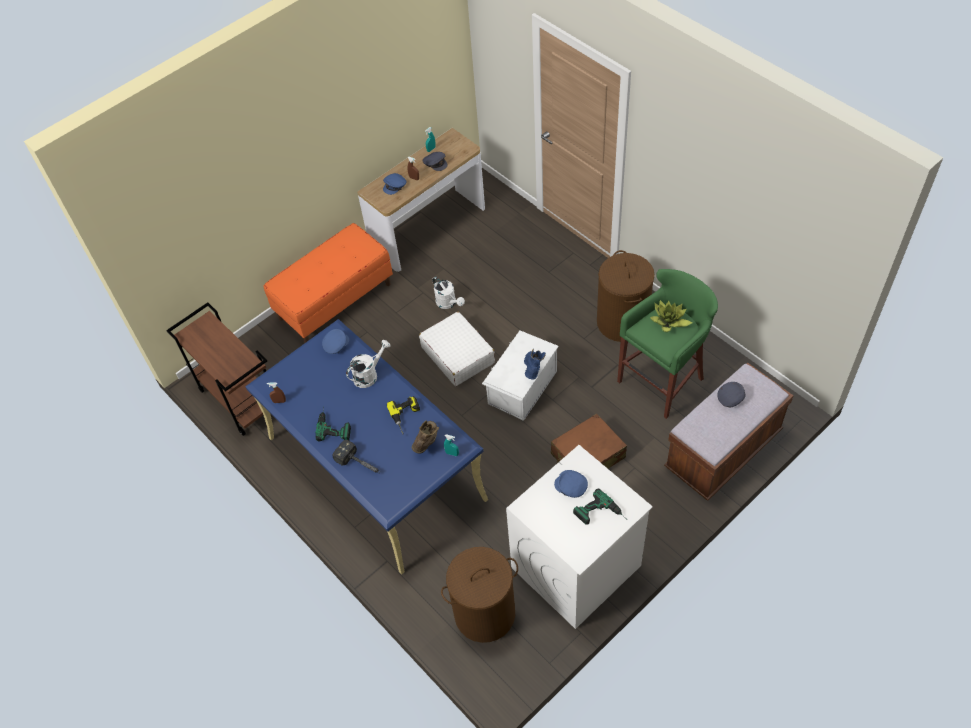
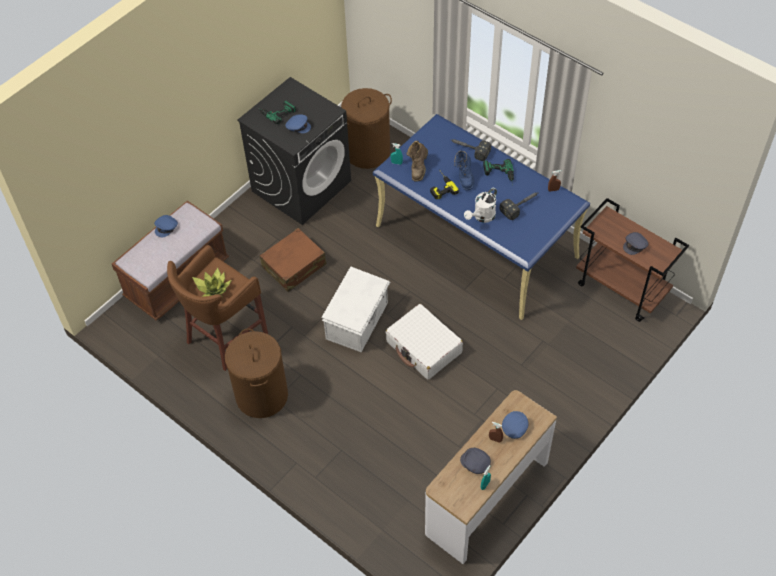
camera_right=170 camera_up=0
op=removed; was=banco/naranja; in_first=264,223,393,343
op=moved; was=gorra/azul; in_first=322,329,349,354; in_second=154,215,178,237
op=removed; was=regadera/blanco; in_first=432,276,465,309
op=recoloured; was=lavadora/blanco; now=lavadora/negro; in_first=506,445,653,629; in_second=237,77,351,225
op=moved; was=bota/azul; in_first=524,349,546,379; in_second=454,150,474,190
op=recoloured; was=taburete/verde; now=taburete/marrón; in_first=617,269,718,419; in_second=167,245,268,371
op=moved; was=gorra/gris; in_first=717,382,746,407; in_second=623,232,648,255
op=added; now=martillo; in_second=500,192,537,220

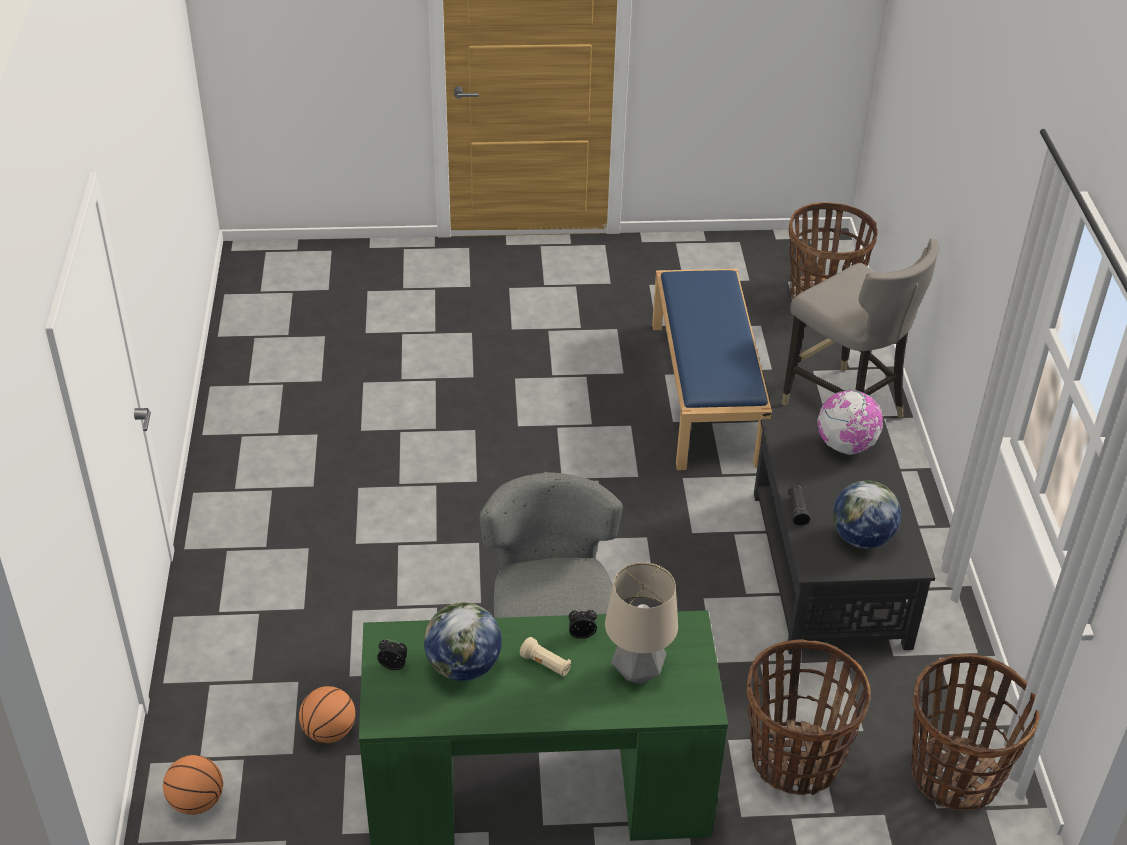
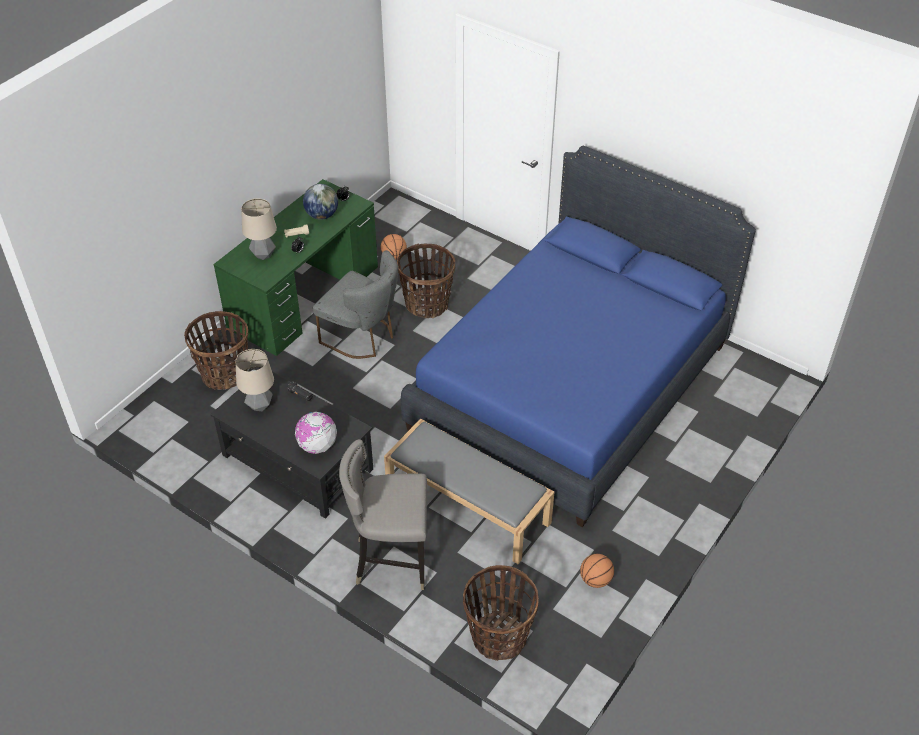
camera_right=130 camera_up=5
op=moved; was=balón de baloncesto; in_first=163,755,223,815; in_second=580,554,614,588
op=recoloured; was=banco/azul; now=banco/gris; in_first=652,269,772,470; in_second=384,419,555,564
op=replaced; was=globo terráqueo; now=lámpara de mesa; in_first=832,480,901,549; in_second=235,349,274,411
op=moved; was=cesta; in_first=911,654,1039,811; in_second=397,244,455,318
op=added; now=cama/azul; in_second=401,146,756,527

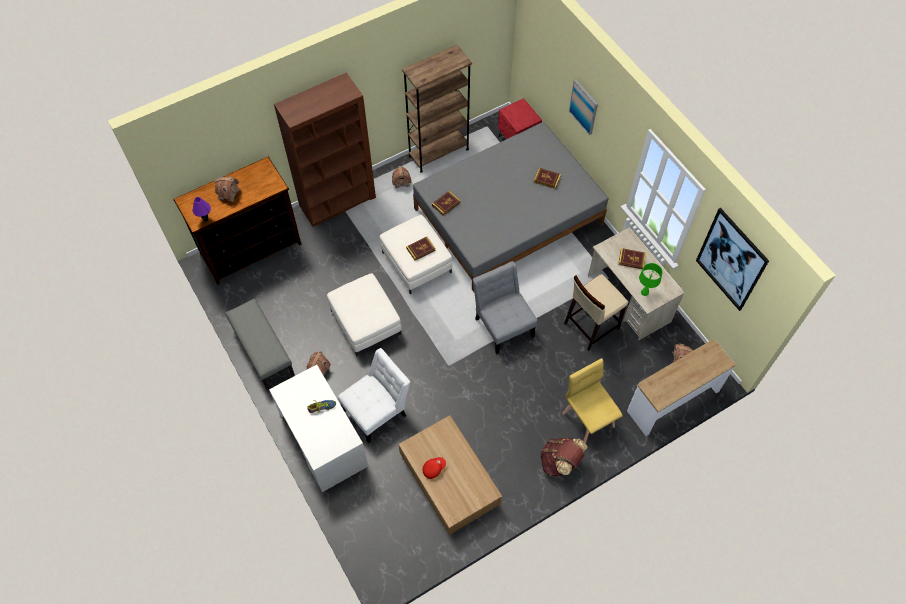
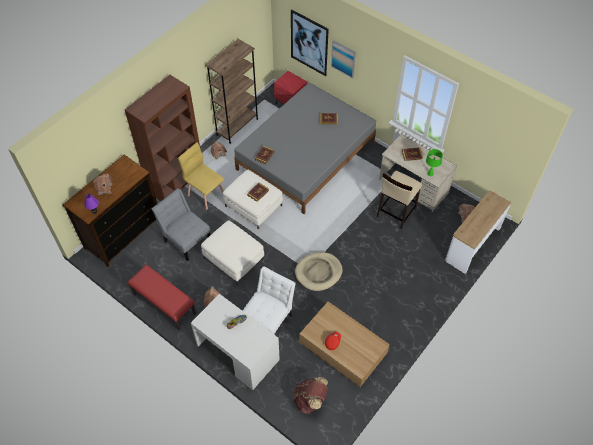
camera_right=-20 camera_up=-5
op=recoloured; was=banco/gris; now=banco/rojo; in_first=225,298,295,390; in_second=127,265,196,331
op=moved; was=silla/gris; in_first=473,261,537,354; in_second=152,188,210,262
op=moved; was=mochila/marrón; in_first=540,437,588,477; in_second=293,377,328,414
op=moved; was=silla/amarillo; in_first=562,358,623,443; in_second=178,142,224,209
op=moved; was=cuadro; in_first=696,208,769,311; in_second=291,10,329,76
op=added; now=cama para perro/beis; in_second=295,252,343,291

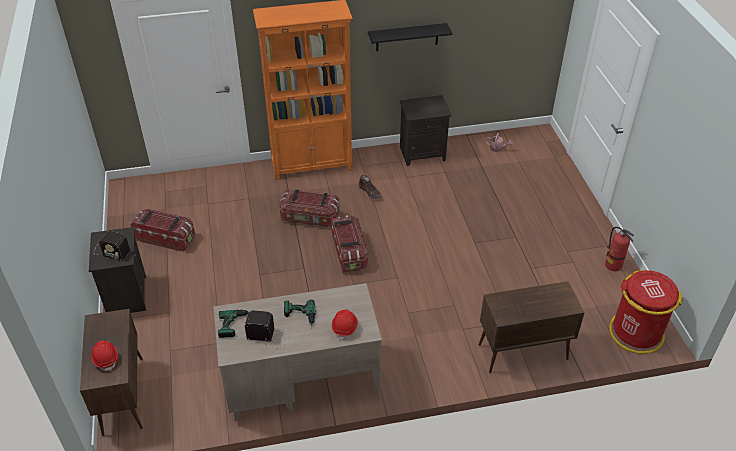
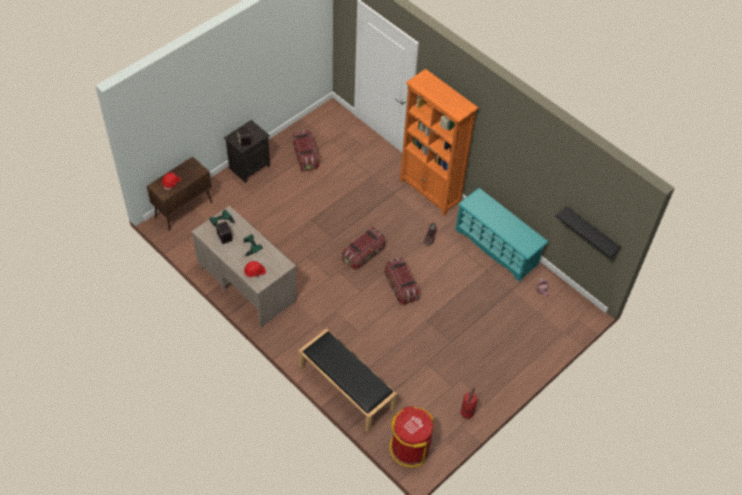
camera_right=55 camera_up=10
op=moved; was=caja de almacenaje; in_first=279,189,340,227; in_second=384,257,420,305
op=moved; was=estante/negro; in_first=368,23,453,51; in_second=556,206,621,258
op=replaced; was=mesita de noche/negro; now=zapatero/turquesa; in_first=400,95,452,166; in_second=455,188,548,282
op=replaced; was=armario/marrón; now=banco/negro; in_first=479,281,584,373; in_second=299,329,397,432

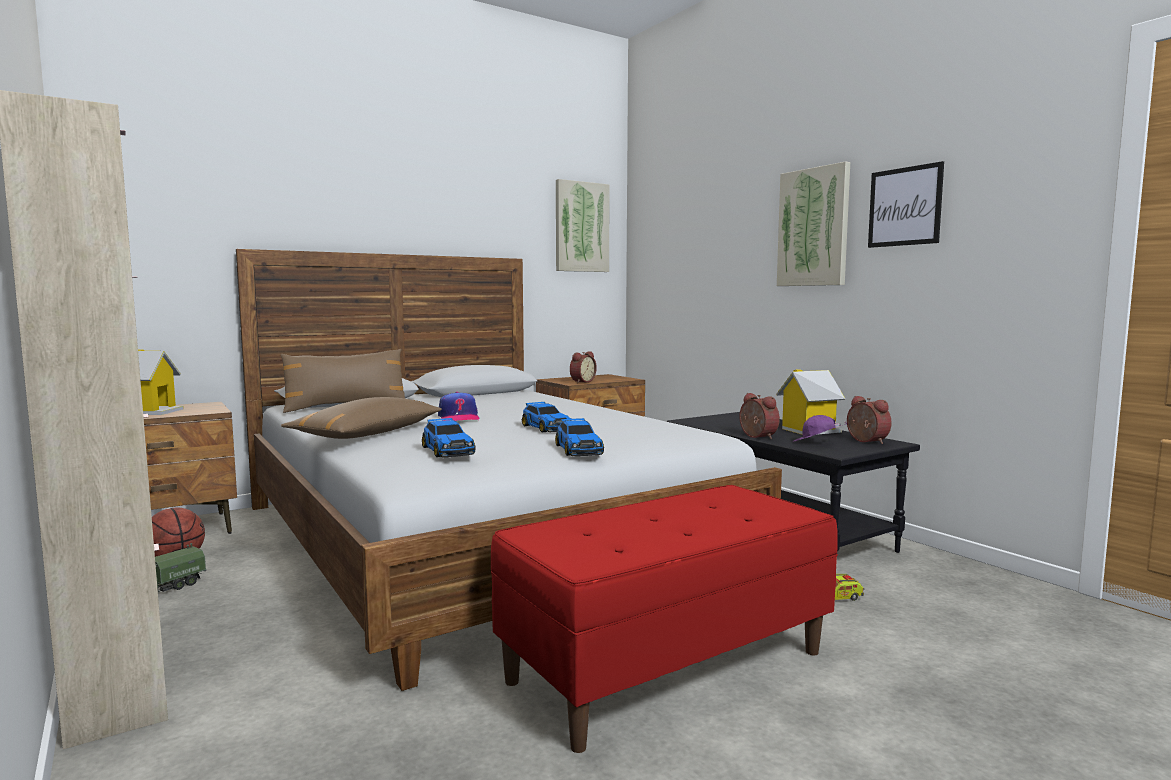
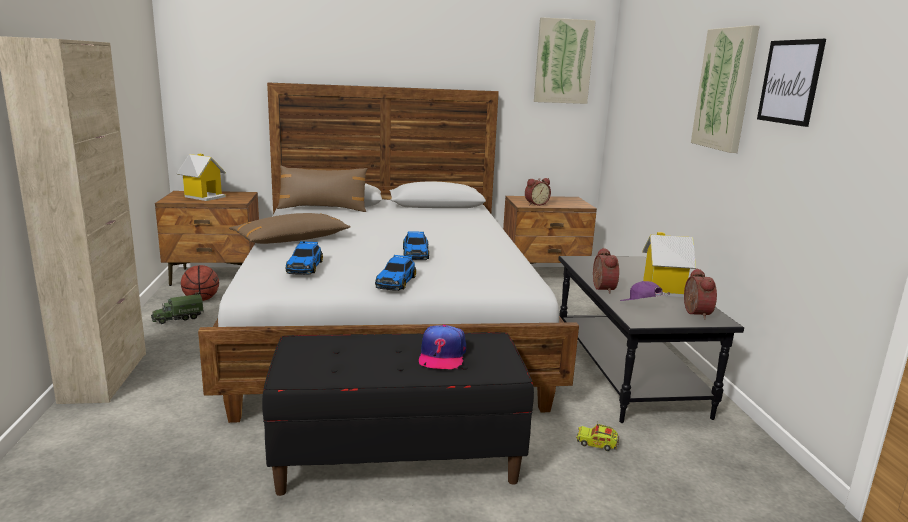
camera_right=25 camera_up=10
op=moved; was=gorra; in_first=438,392,480,421; in_second=419,325,466,369
op=recoloured; was=banco/rojo; now=banco/negro; in_first=491,485,838,753; in_second=262,332,534,496

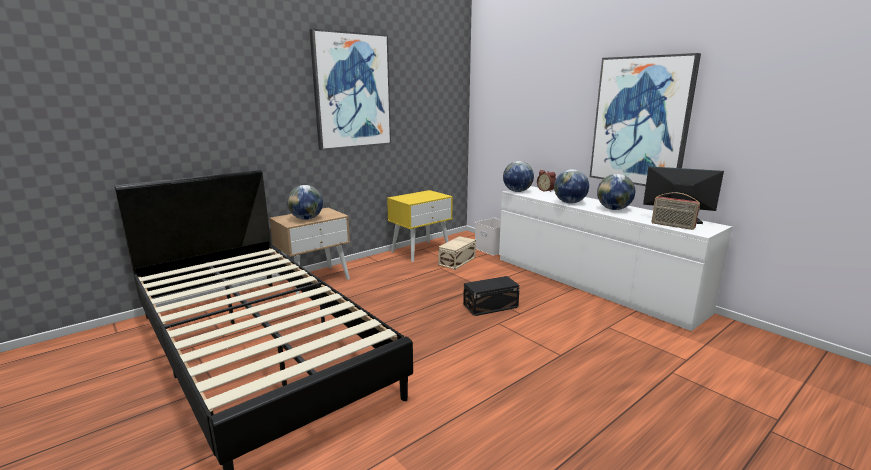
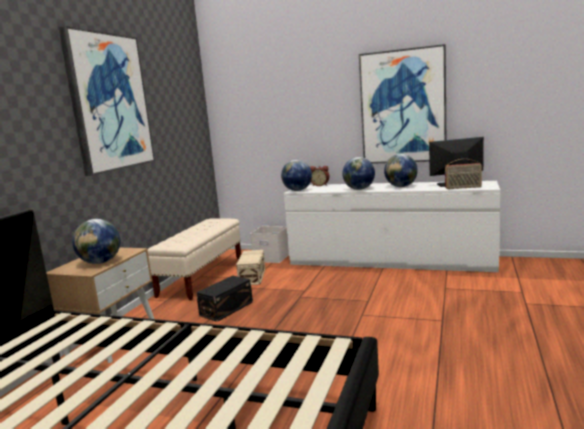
camera_right=-30 camera_up=-5
op=replaced; was=mesita de noche/amarillo; now=banco/beis; in_first=387,190,453,262; in_second=148,218,241,301
op=moved; was=caja de almacenaje/negro; in_first=463,276,520,316; in_second=196,276,253,322

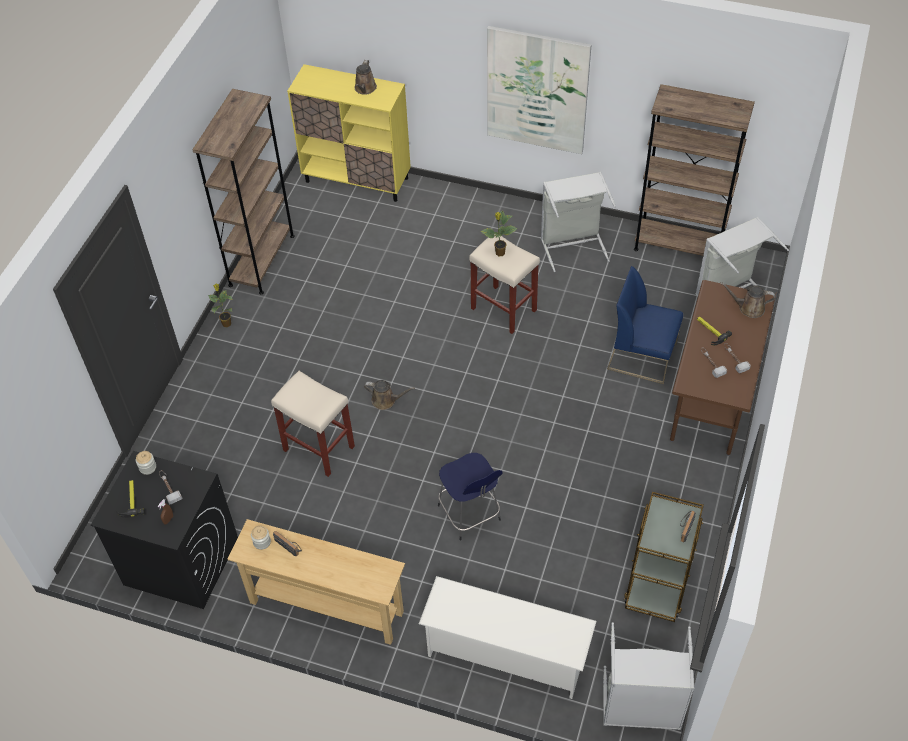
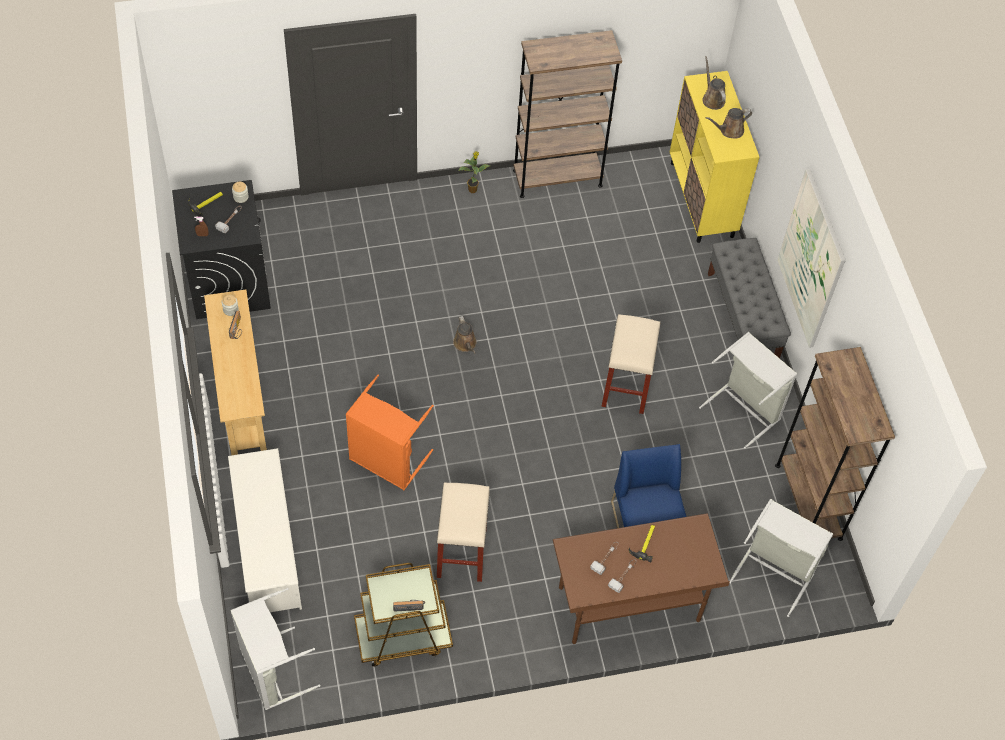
camera_right=55 camera_up=5
op=moved; was=taburete/beis; in_first=271,371,355,477; in_second=437,482,490,582
op=replaced; was=taburete/azul; now=cesto de la ropa/naranja; in_first=438,453,502,540; in_second=346,375,434,490
op=removed; was=planta en maceta; in_first=480,211,518,256
op=moved; was=regadera/marrón; in_first=720,282,775,318; in_second=703,56,726,110
op=added; now=banco/gris; in_second=708,238,791,358

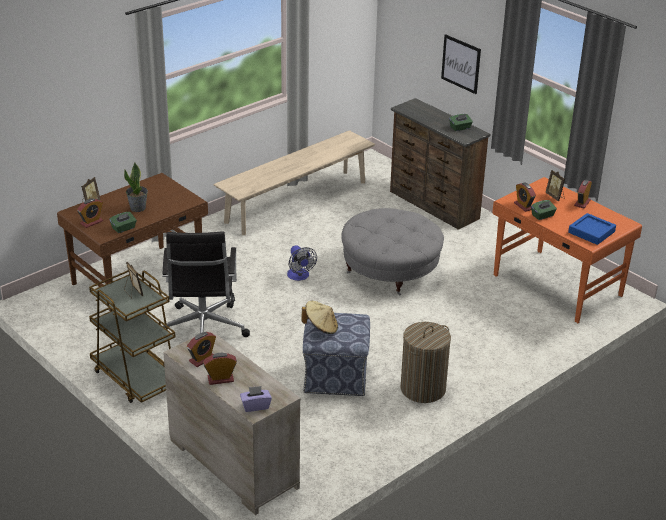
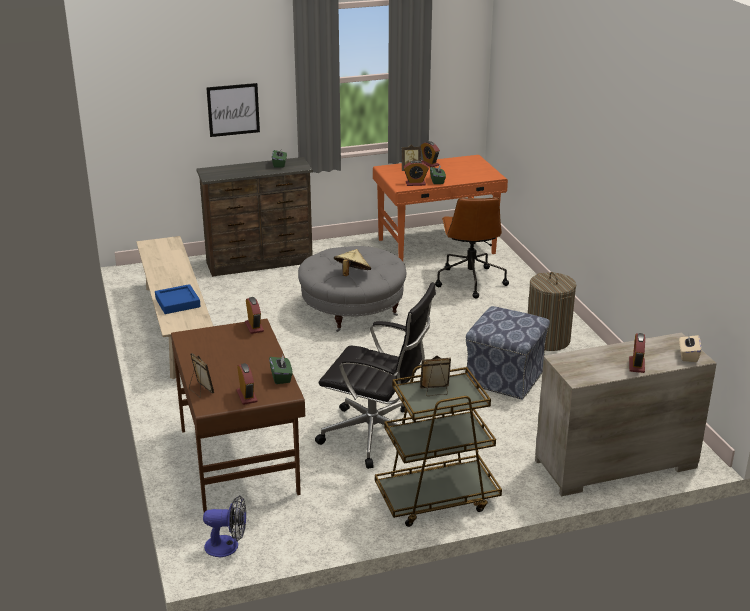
camera_right=-65 camera_up=-5
op=removed; was=planta en maceta; in_first=124,162,148,212
op=moved; was=despertador; in_first=187,332,216,367; in_second=245,297,264,334
op=recoloured; was=caja de pañuelos/morado; now=caja de pañuelos/beis; in_first=240,386,272,412; in_second=679,333,701,362
op=moved; was=ventilador; in_first=287,245,317,281; in_second=203,495,246,557
op=moved; was=sombrero/beis; in_first=301,301,338,334; in_second=334,249,371,276
op=moved; was=bandeja/azul; in_first=568,213,616,245; in_second=155,284,201,314
op=added; now=silla de oficina/marrón; in_second=435,197,509,299

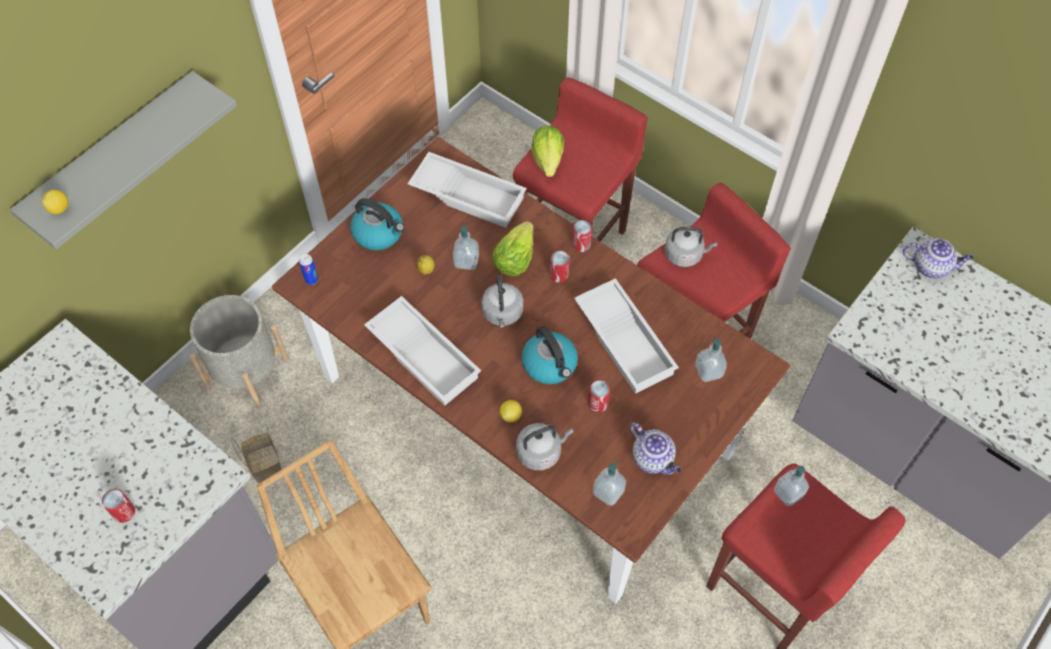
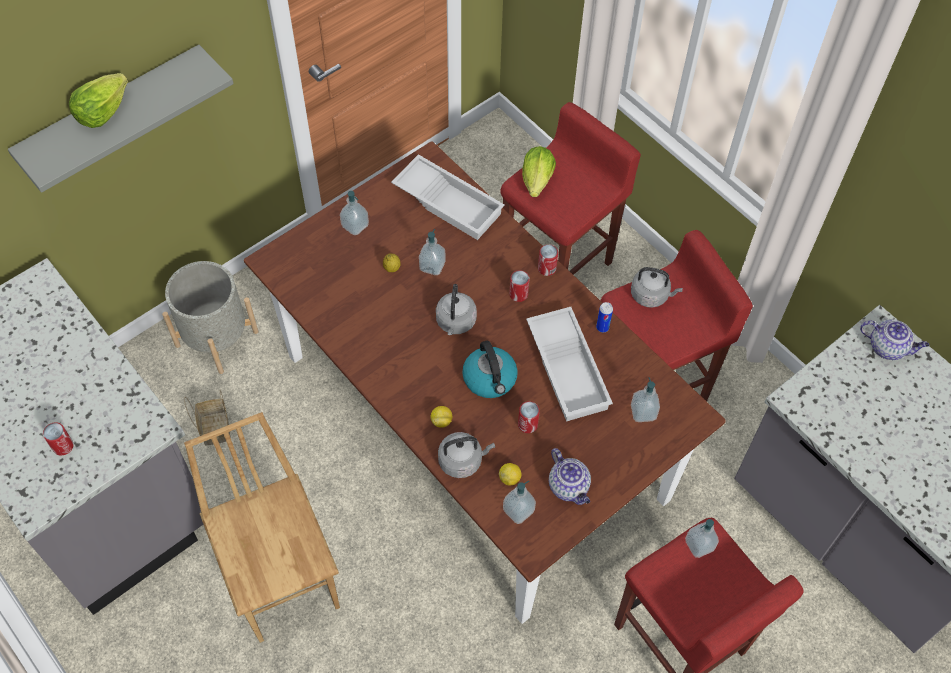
camera_right=10 camera_up=0
op=moved; was=limón; in_first=42,190,69,214; in_second=499,463,521,486
op=moved; was=lata; in_first=299,254,318,285; in_second=596,302,613,332
op=replaced; was=hervidor; now=dispensador de jabón; in_first=350,198,404,250; in_second=340,191,369,235
op=removed; was=bandeja/blanco; in_first=364,296,481,406
op=moved; was=lechuga; in_first=492,221,533,276; in_second=69,73,128,128

